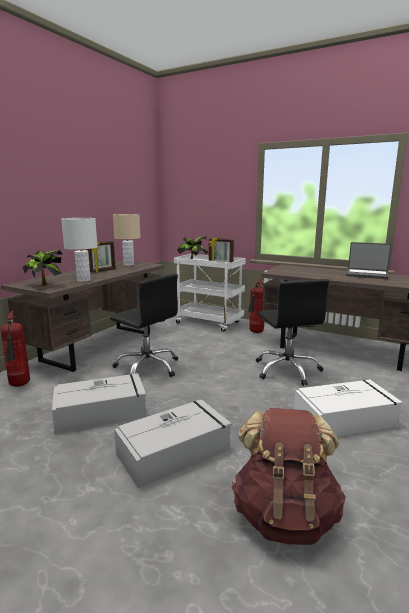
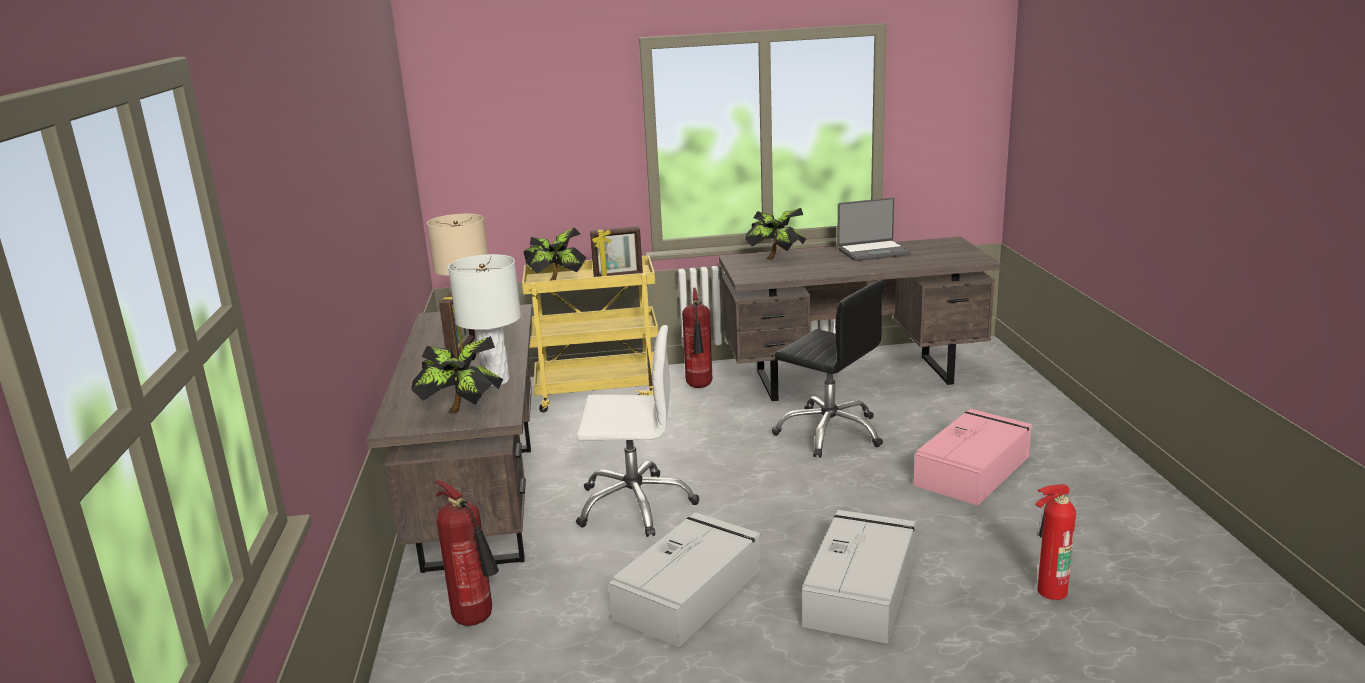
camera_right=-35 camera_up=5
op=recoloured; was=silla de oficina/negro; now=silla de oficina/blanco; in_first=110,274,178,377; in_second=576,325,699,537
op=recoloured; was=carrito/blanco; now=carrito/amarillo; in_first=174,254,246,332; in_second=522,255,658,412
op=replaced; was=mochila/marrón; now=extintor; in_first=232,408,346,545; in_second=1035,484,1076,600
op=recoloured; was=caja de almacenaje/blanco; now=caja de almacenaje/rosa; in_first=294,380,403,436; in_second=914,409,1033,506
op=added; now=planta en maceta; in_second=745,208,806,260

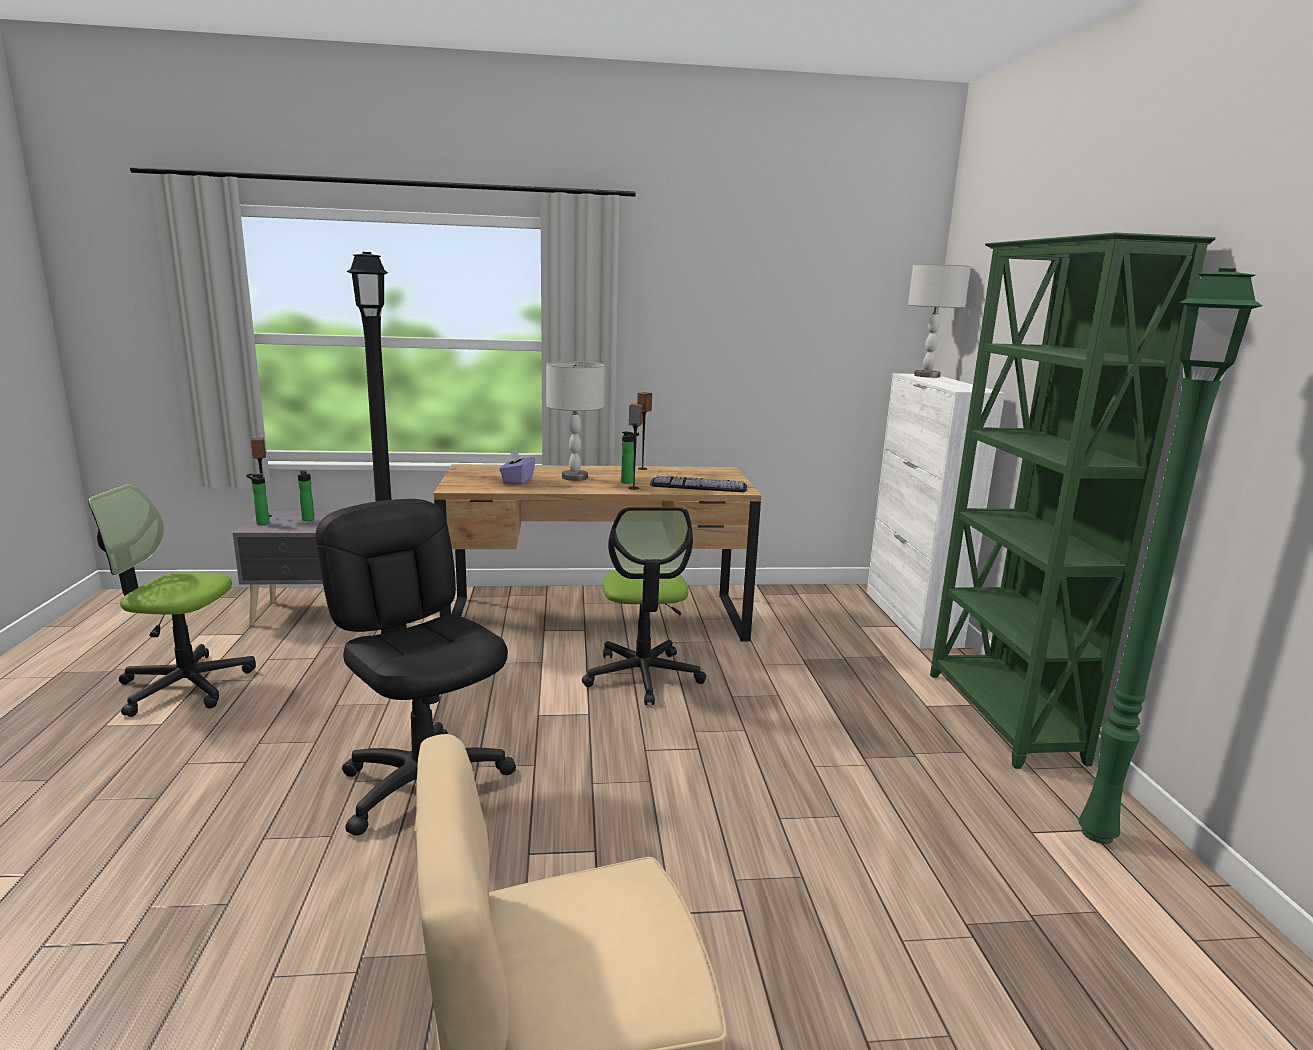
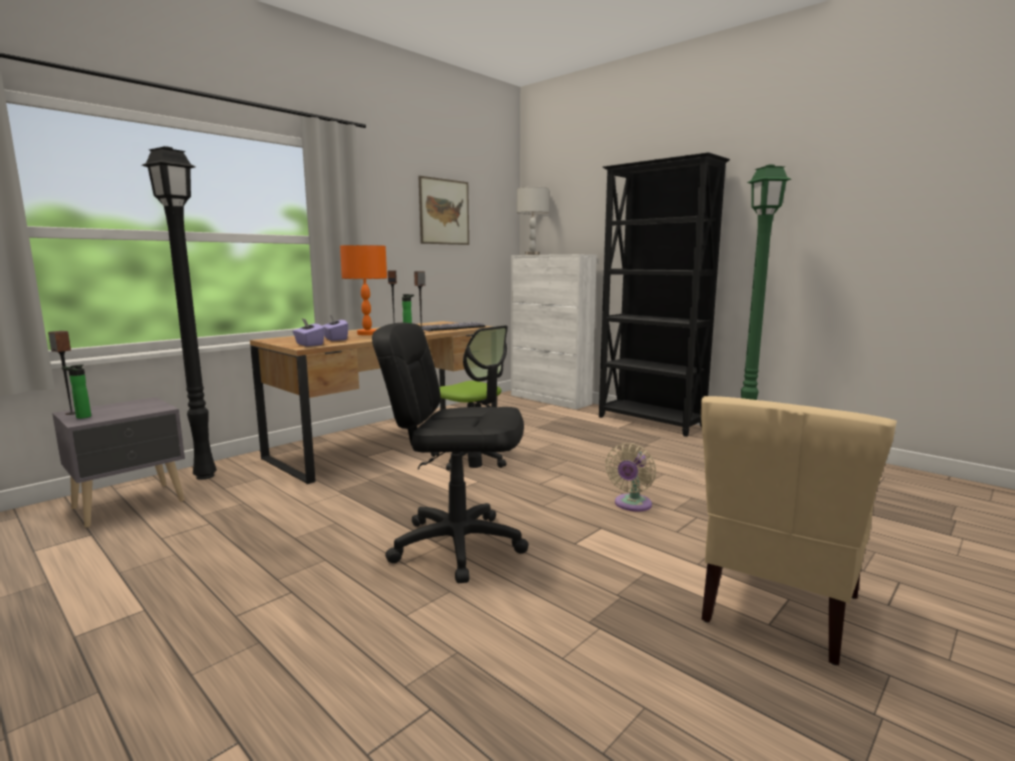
camera_right=-40 camera_up=-5
op=removed; was=silla de oficina; in_first=88,484,256,717
op=removed; was=botella; in_first=298,470,314,521
op=recoloured; was=lámpara de mesa/gris; now=lámpara de mesa/naranja; in_first=546,361,605,481; in_second=340,245,387,335
op=recoloured; was=estantería/verde; now=estantería/negro; in_first=930,233,1216,769; in_second=599,152,730,437
op=added; now=caja de pañuelos/morado; in_second=293,319,325,347
op=added; now=cuadro; in_second=419,176,469,245
op=added; now=ventilador/beis; in_second=605,443,656,512

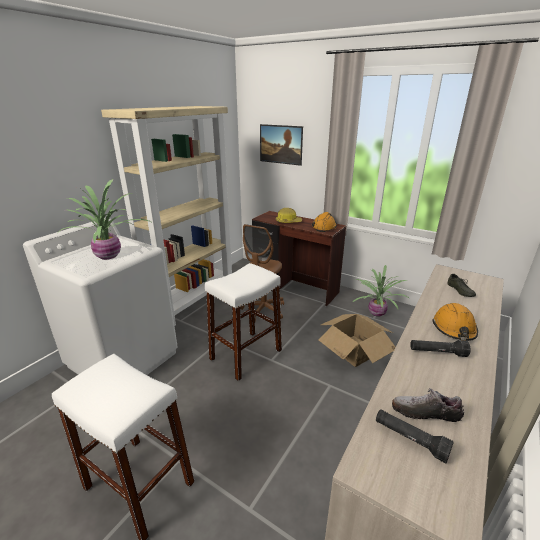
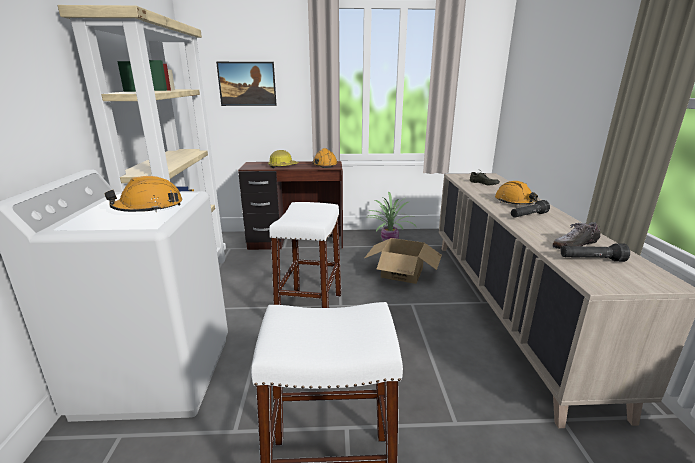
camera_right=-35 camera_up=-5
op=replaced; was=planta en maceta; now=casco/naranja; in_first=60,179,153,260; in_second=104,176,182,212
op=removed; was=silla de oficina/marrón; in_first=240,224,284,322

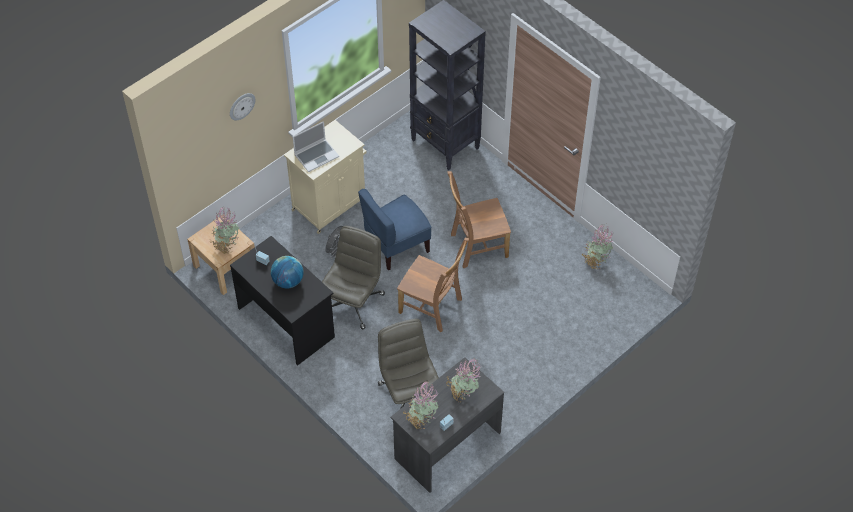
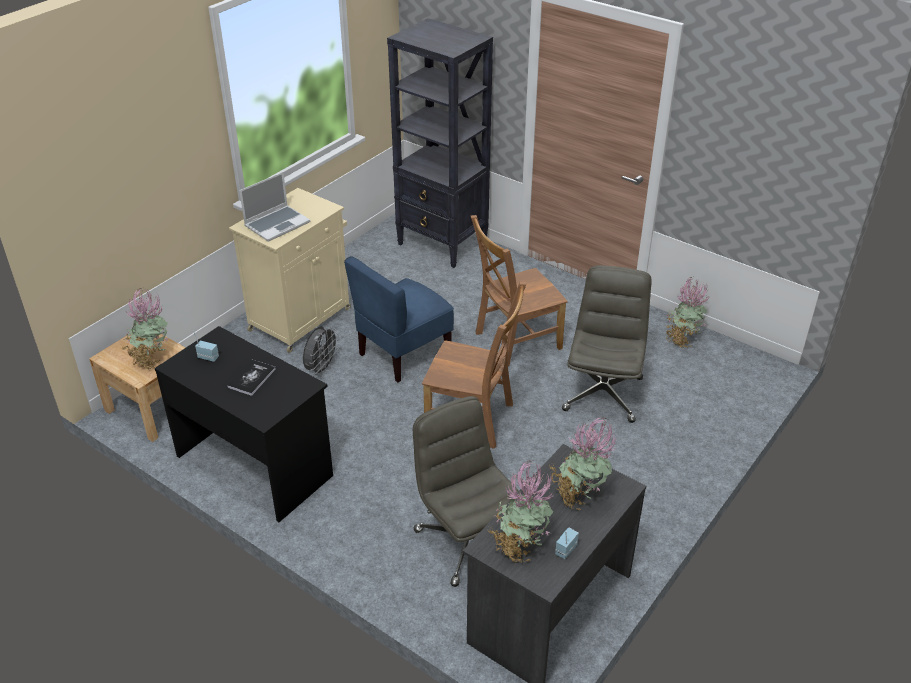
camera_right=-10 camera_up=-15
op=removed; was=reloj de pared; in_first=230,93,255,120
op=replaced; was=globo terráqueo; now=libro; in_first=271,256,303,289; in_second=227,360,276,396
op=moved; was=silla de oficina/gris; in_first=322,226,385,329; in_second=562,265,651,423

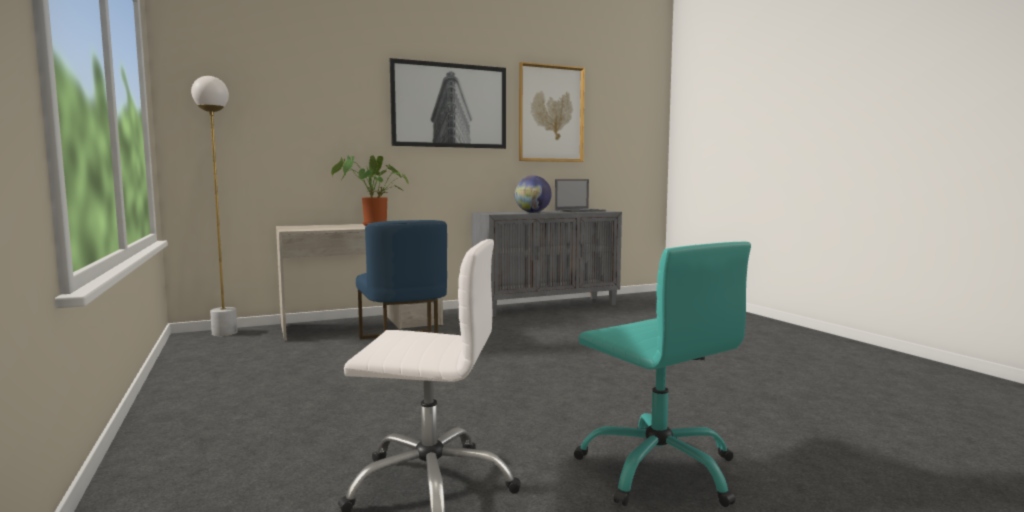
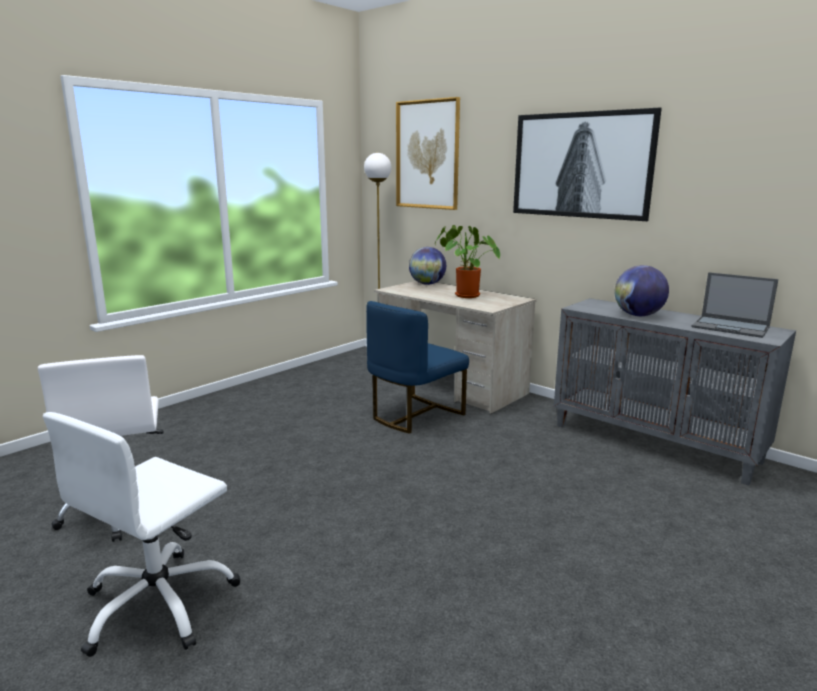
camera_right=65 camera_up=10
op=moved; was=cuadro; in_first=519,62,585,162; in_second=396,97,460,210
op=recoloured; was=silla de oficina/turquesa; now=silla de oficina/blanco; in_first=574,242,751,507; in_second=43,412,241,657
op=added; now=globo terráqueo; in_second=409,247,446,285

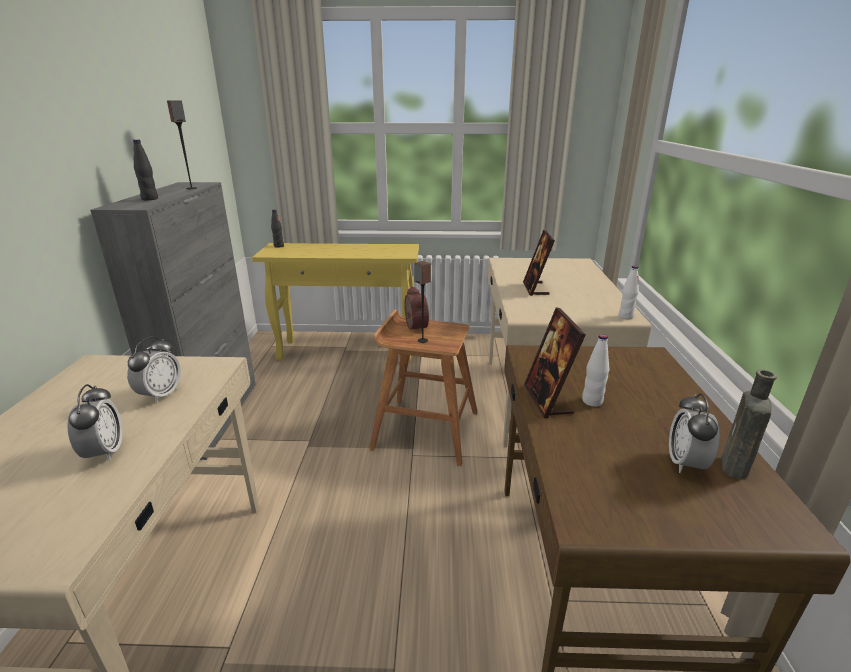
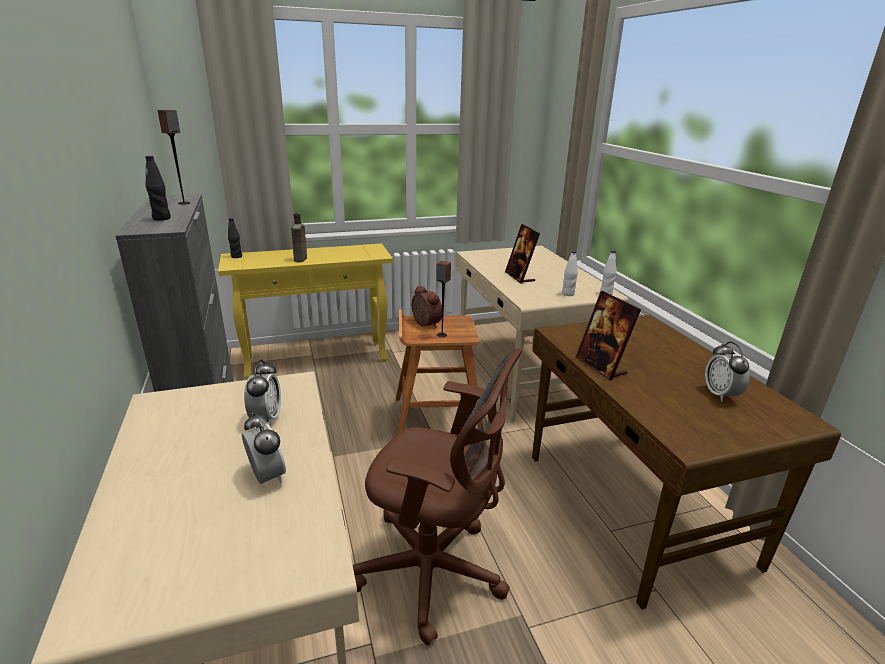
camera_right=-20 camera_up=0
op=moved; was=botella/blanco; in_first=582,334,610,407; in_second=562,251,578,296
op=moved; was=botella/marrón; in_first=722,369,777,479; in_second=291,212,307,262
op=added; now=silla de oficina/marrón; in_second=353,348,522,645

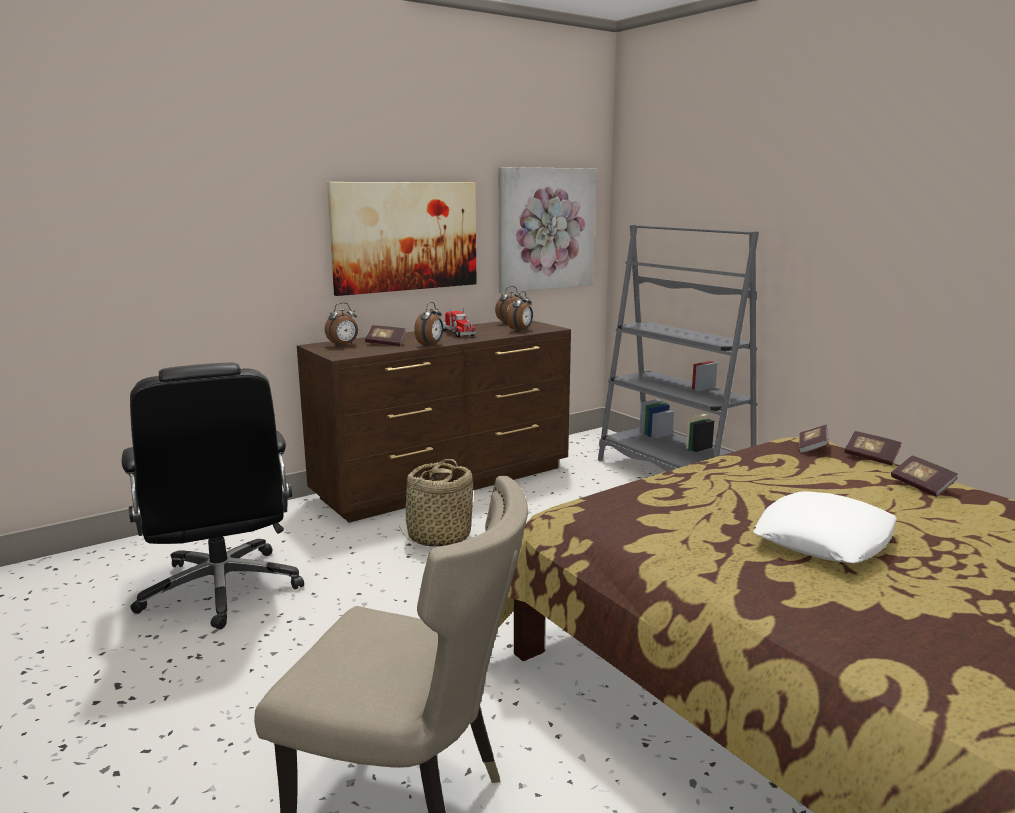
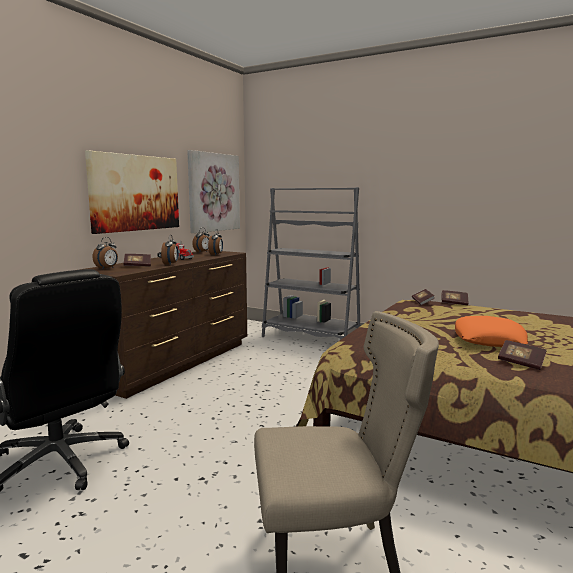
camera_right=-25 camera_up=-5
op=removed; was=cesta; in_first=399,459,473,547
op=recoloured; was=cojín/blanco; now=cojín/naranja; in_first=753,491,897,563; in_second=455,316,528,347
op=moved; was=libro; in_first=891,455,957,497; in_second=498,340,547,370

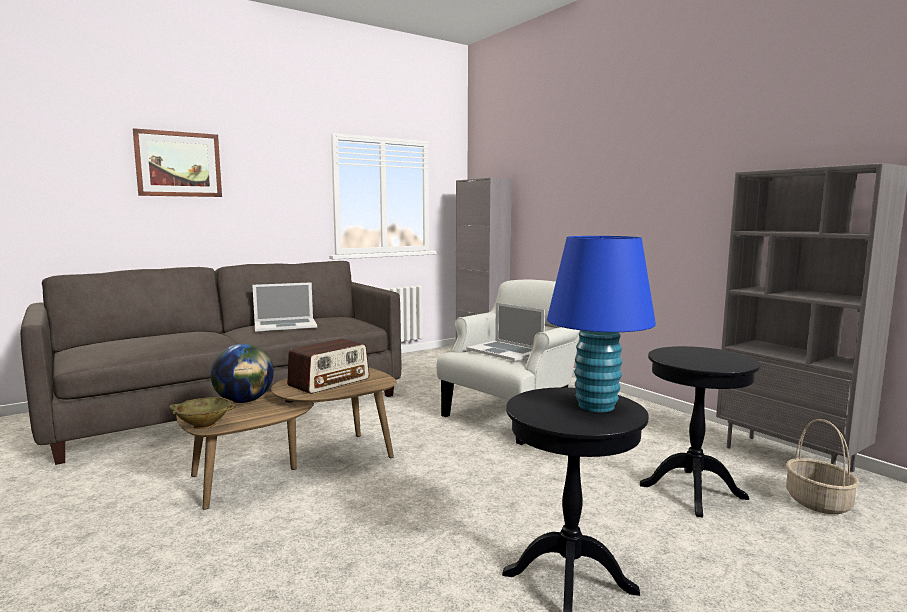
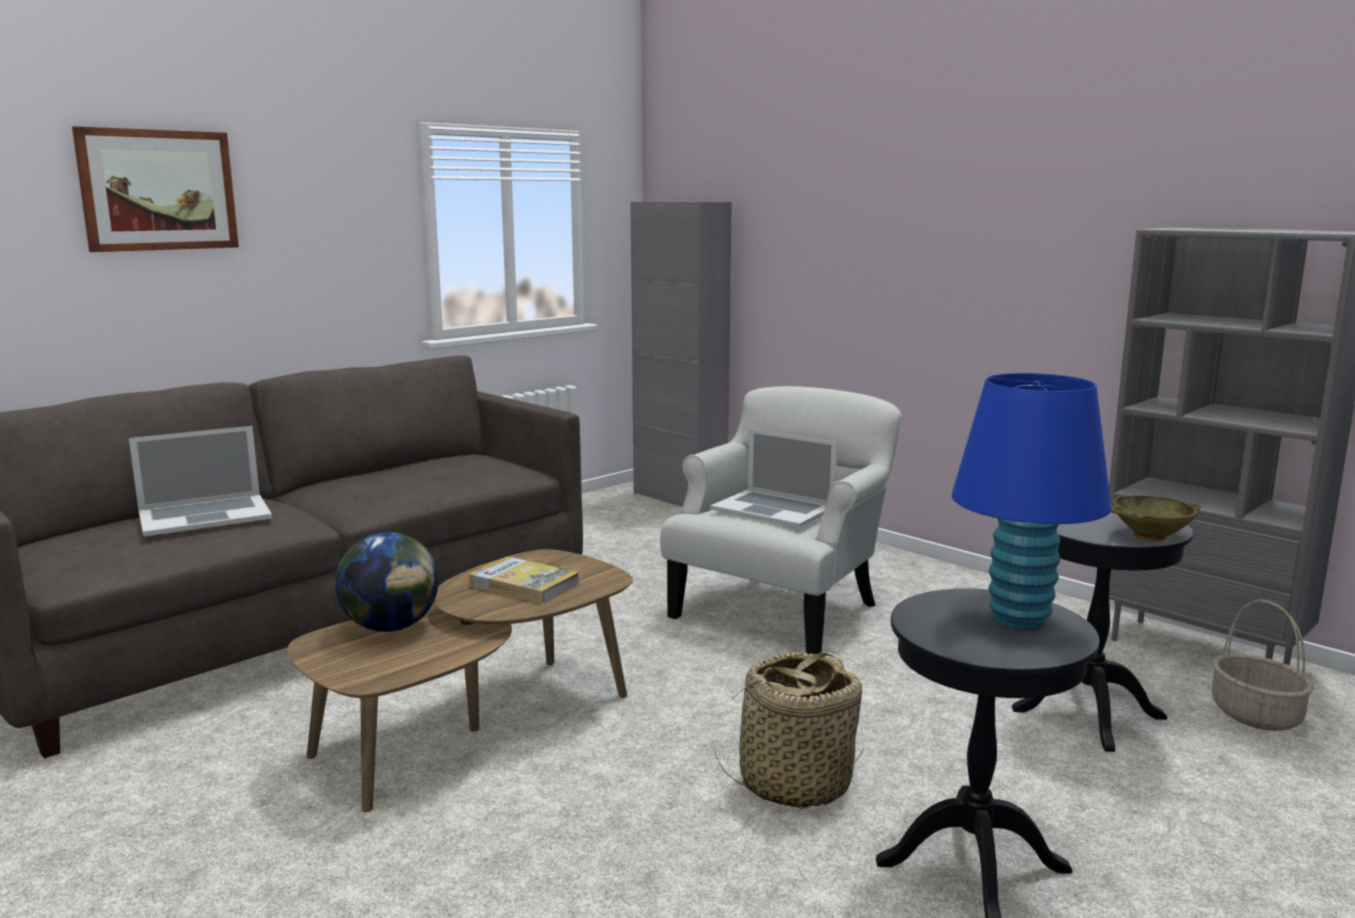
camera_right=-10 camera_up=5
op=moved; was=cuenco/beis; in_first=169,397,236,429; in_second=1111,495,1201,542
op=moved; was=portátil; in_first=252,282,317,332; in_second=129,426,272,537
op=replaced; was=radio; now=libro; in_first=287,339,369,394; in_second=468,556,579,604
op=added; now=cesta; in_second=714,652,864,809

